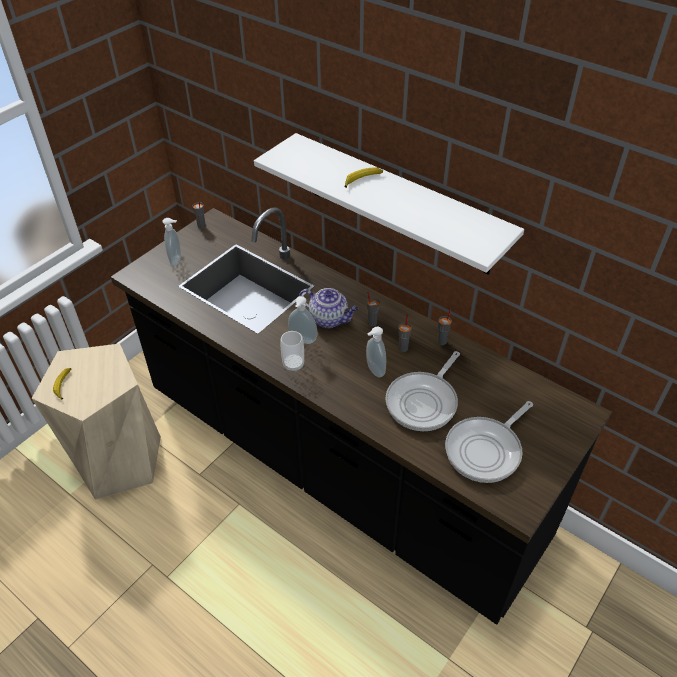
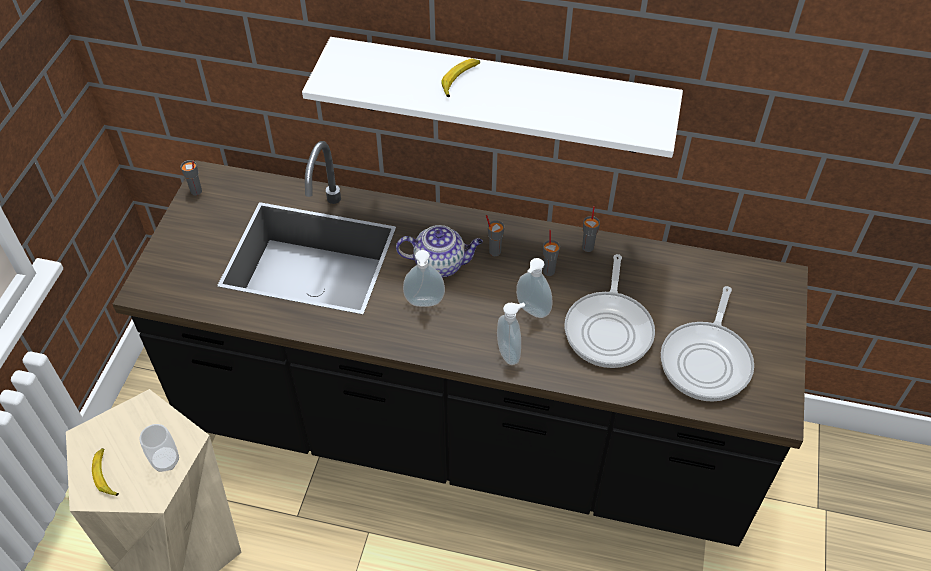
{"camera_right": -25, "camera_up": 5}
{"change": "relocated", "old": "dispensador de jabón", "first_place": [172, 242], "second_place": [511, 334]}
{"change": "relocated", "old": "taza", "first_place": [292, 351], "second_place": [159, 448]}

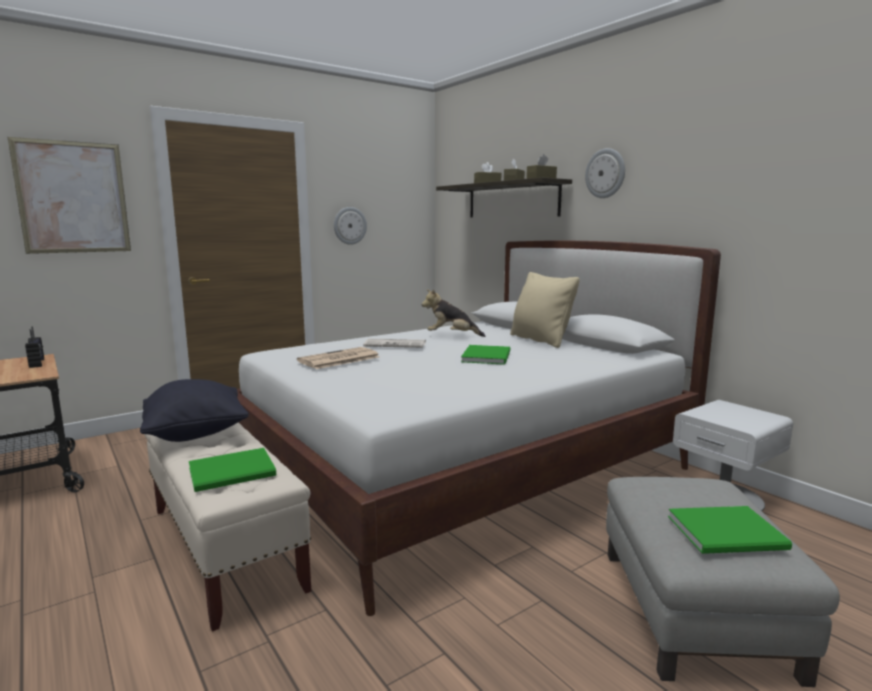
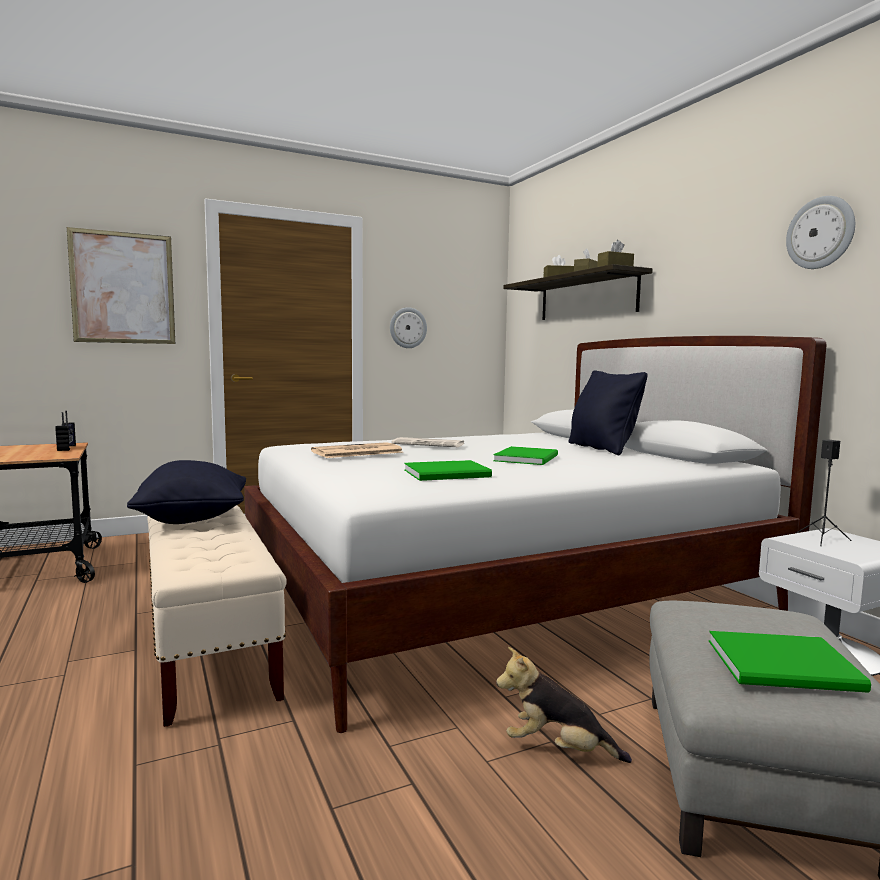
{"camera_right": 10, "camera_up": -5}
{"change": "relocated", "old": "libro (verde)", "first_place": [232, 470], "second_place": [448, 470]}
{"change": "relocated", "old": "peluche", "first_place": [453, 313], "second_place": [564, 705]}
{"change": "colour", "old": "cojín (beis)", "new": "cojín (negro)", "first_place": [545, 310], "second_place": [608, 412]}
{"change": "relocated", "old": "reloj de pared", "first_place": [605, 173], "second_place": [820, 232]}
{"change": "appeared", "new": "altavoz (negro)", "second_place": [824, 493]}

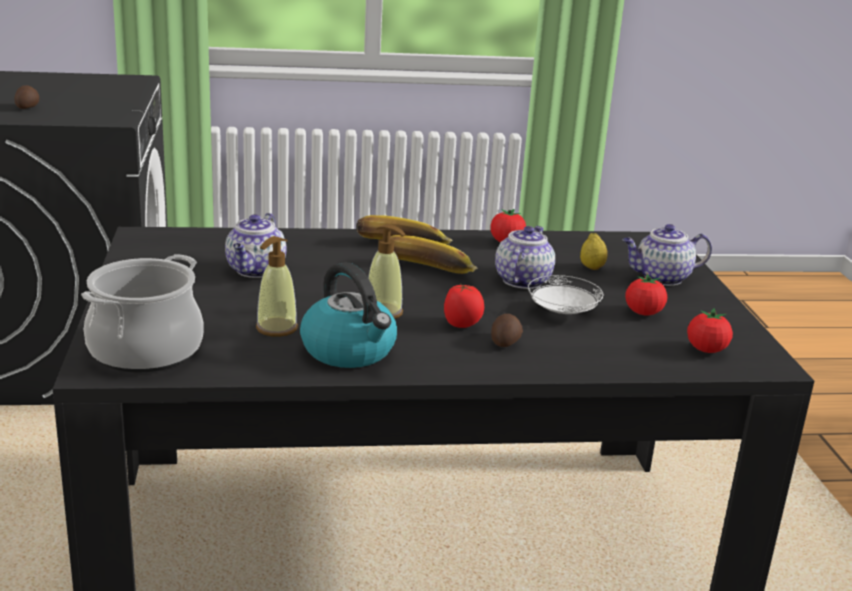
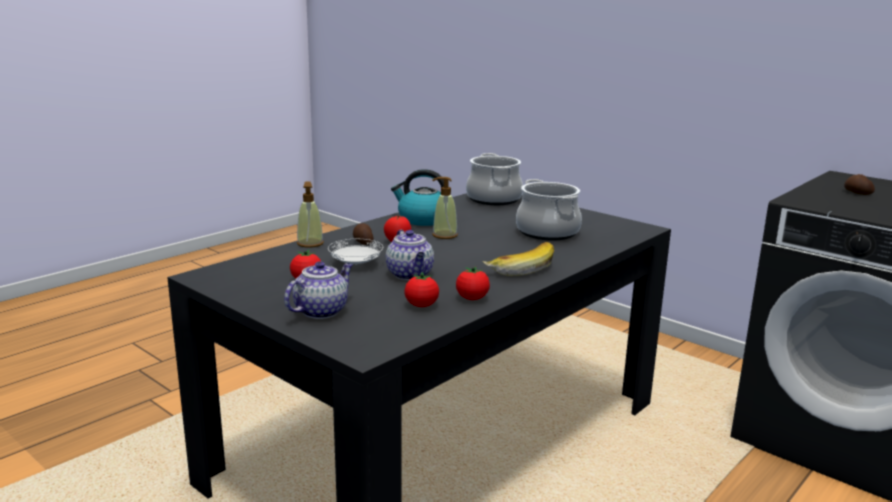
{"camera_right": 140, "camera_up": -5}
{"change": "exchanged", "old": "tetera", "new": "olla", "first_place": [256, 245], "second_place": [549, 210]}
{"change": "relocated", "old": "dispensador de jabón", "first_place": [277, 286], "second_place": [310, 214]}
{"change": "missing", "old": "plátano", "first_place": [434, 254]}
{"change": "missing", "old": "limón", "first_place": [594, 251]}
{"change": "relocated", "old": "tomate", "first_place": [710, 330], "second_place": [421, 289]}

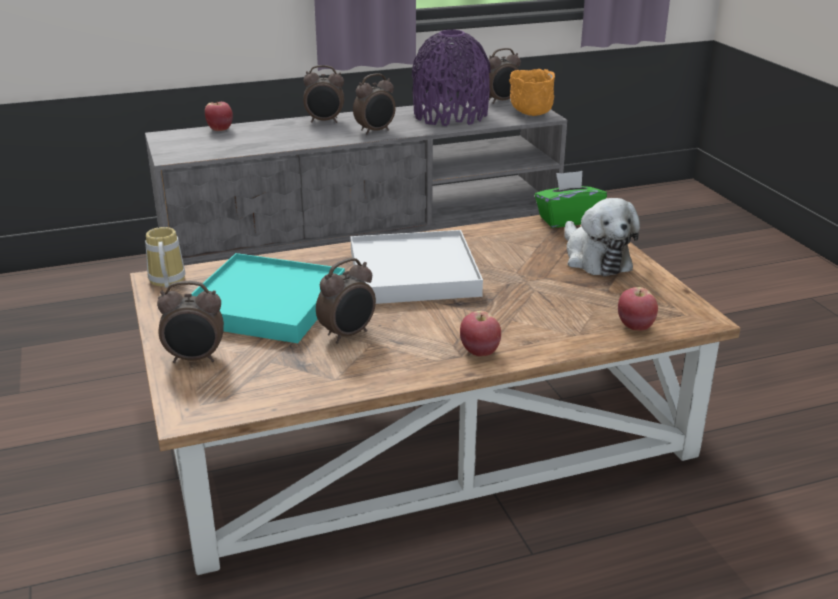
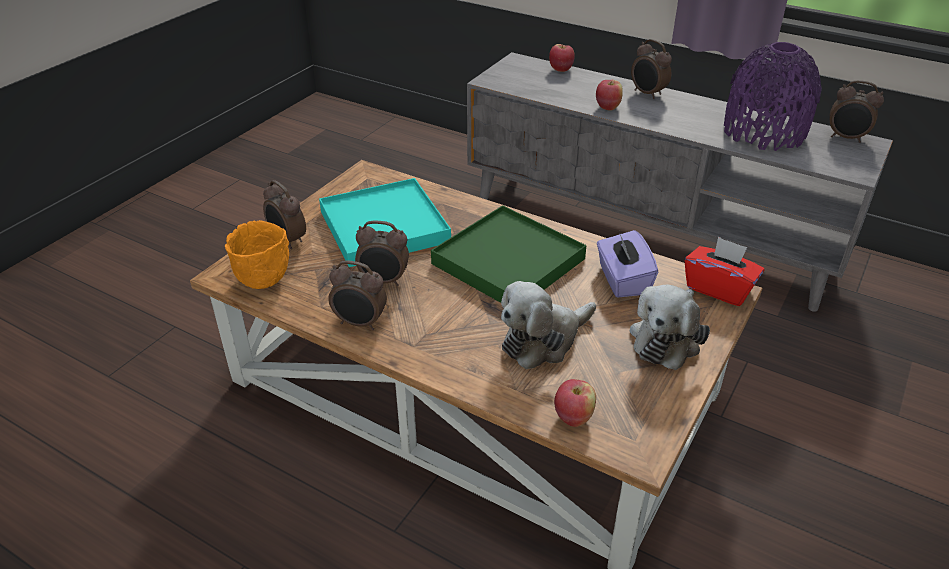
{"camera_right": 50, "camera_up": 10}
{"change": "missing", "old": "taza grande", "first_place": [165, 257]}
{"change": "colour", "old": "bandeja (blanco)", "new": "bandeja (verde)", "first_place": [416, 267], "second_place": [509, 254]}
{"change": "relocated", "old": "despertador", "first_place": [374, 104], "second_place": [357, 295]}
{"change": "relocated", "old": "manzana", "first_place": [480, 334], "second_place": [609, 95]}
{"change": "relocated", "old": "cuenco (naranja)", "first_place": [532, 92], "second_place": [257, 254]}
{"change": "colour", "old": "caja de pañuelos (verde)", "new": "caja de pañuelos (rojo)", "first_place": [571, 199], "second_place": [724, 271]}
{"change": "appeared", "new": "peluche", "second_place": [548, 325]}
{"change": "appeared", "new": "caja de pañuelos (morado)", "second_place": [627, 264]}

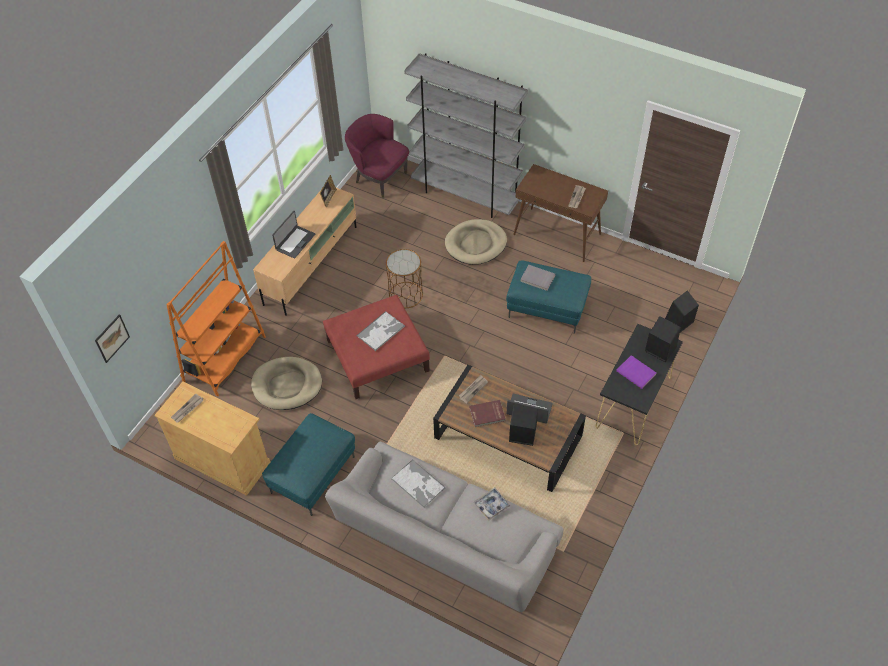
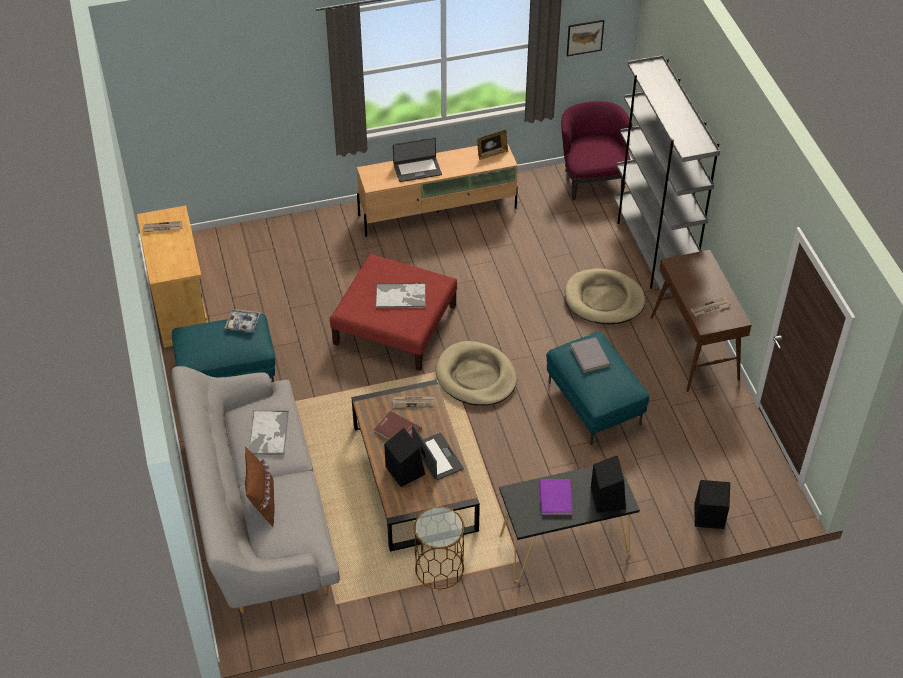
{"camera_right": 45, "camera_up": -5}
{"change": "relocated", "old": "cuadro", "first_place": [112, 339], "second_place": [585, 38]}
{"change": "missing", "old": "estantería (naranja)", "first_place": [216, 319]}
{"change": "relocated", "old": "cama para perro (beis)", "first_place": [286, 383], "second_place": [476, 373]}
{"change": "relocated", "old": "mesa auxiliar (marrón)", "first_place": [404, 278], "second_place": [439, 548]}
{"change": "relocated", "old": "bandeja", "first_place": [492, 504], "second_place": [243, 321]}
{"change": "appeared", "new": "cojín (marrón)", "second_place": [259, 487]}

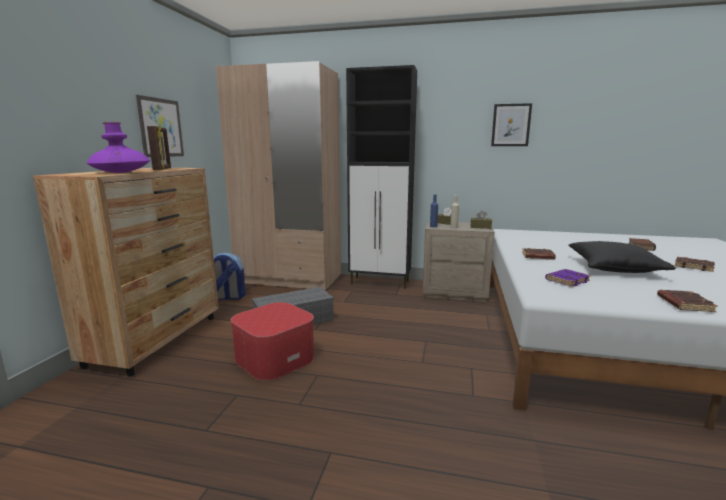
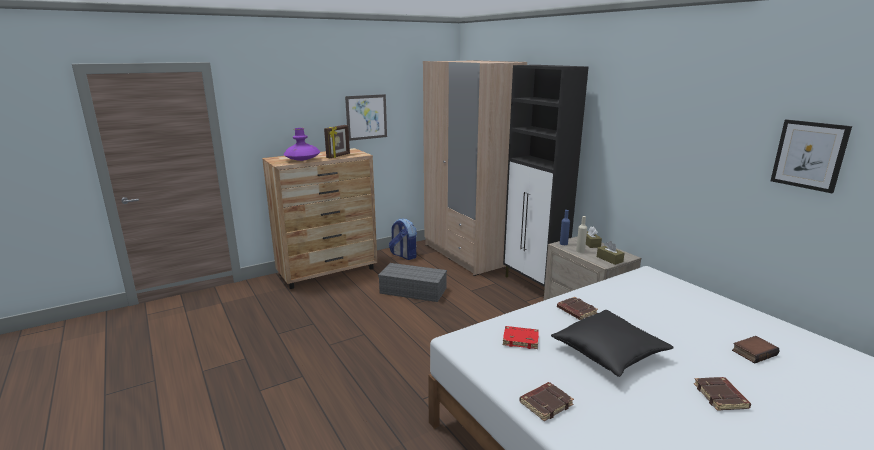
{"camera_right": 45, "camera_up": 5}
{"change": "missing", "old": "puf", "first_place": [272, 341]}
{"change": "relocated", "old": "cuadro", "first_place": [511, 124], "second_place": [811, 156]}
{"change": "colour", "old": "libro (morado)", "new": "libro (rojo)", "first_place": [568, 278], "second_place": [521, 337]}

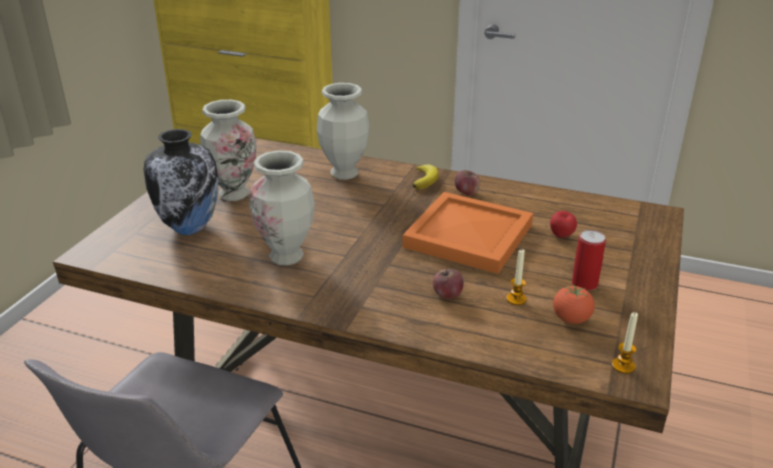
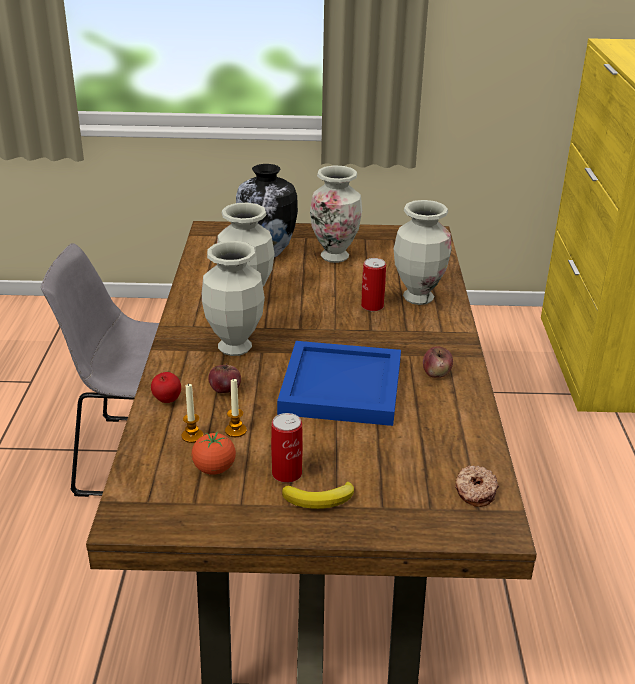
{"camera_right": 70, "camera_up": 0}
{"change": "colour", "old": "bandeja (naranja)", "new": "bandeja (azul)", "first_place": [467, 233], "second_place": [339, 383]}
{"change": "relocated", "old": "plátano", "first_place": [426, 177], "second_place": [318, 495]}
{"change": "relocated", "old": "manzana", "first_place": [563, 224], "second_place": [166, 387]}
{"change": "relocated", "old": "vela", "first_place": [625, 343], "second_place": [192, 413]}
{"change": "appeared", "new": "florero", "second_place": [233, 298]}
{"change": "appeared", "new": "lata", "second_place": [373, 284]}
{"change": "appeared", "new": "rosquilla", "second_place": [477, 486]}

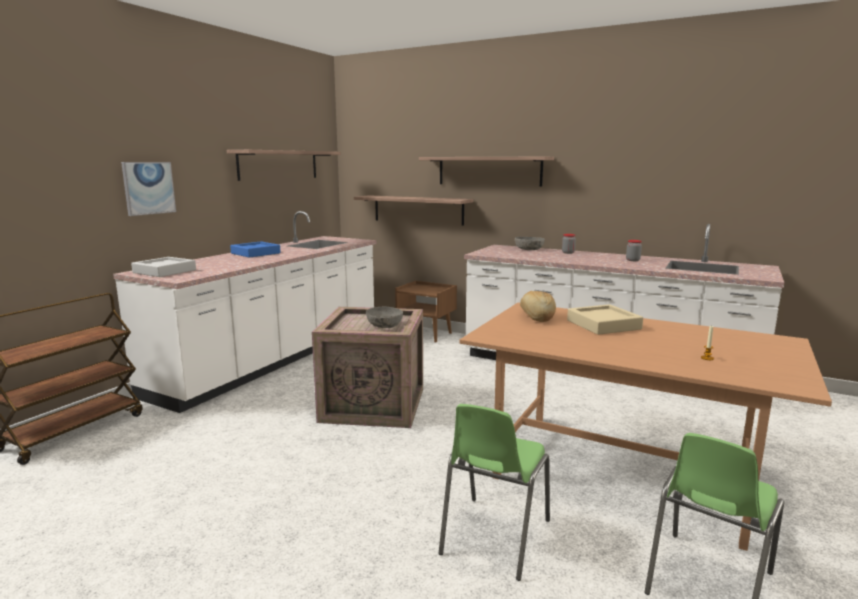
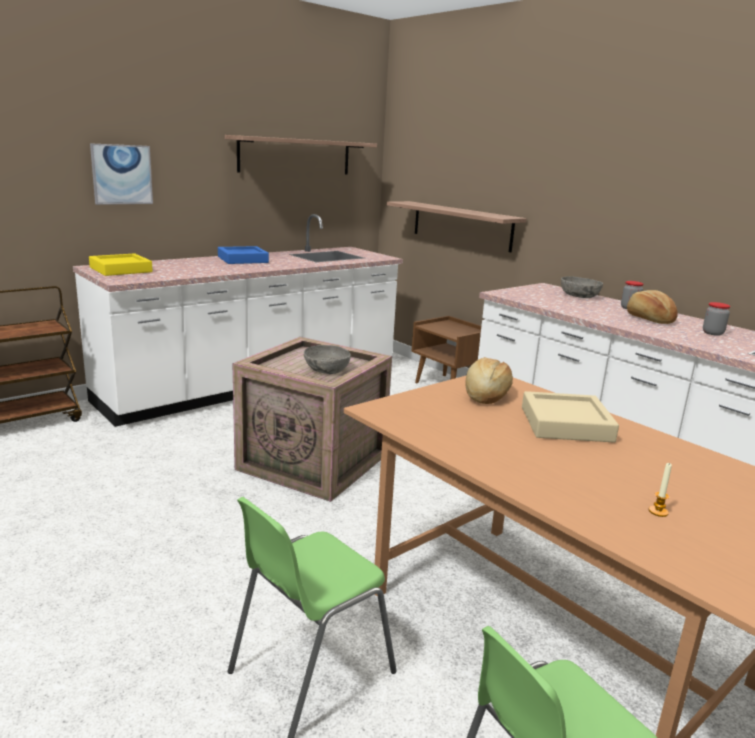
{"camera_right": 20, "camera_up": 5}
{"change": "colour", "old": "bandeja (gris)", "new": "bandeja (amarillo)", "first_place": [163, 267], "second_place": [121, 264]}
{"change": "missing", "old": "estante", "first_place": [486, 171]}
{"change": "appeared", "new": "pan", "second_place": [652, 307]}

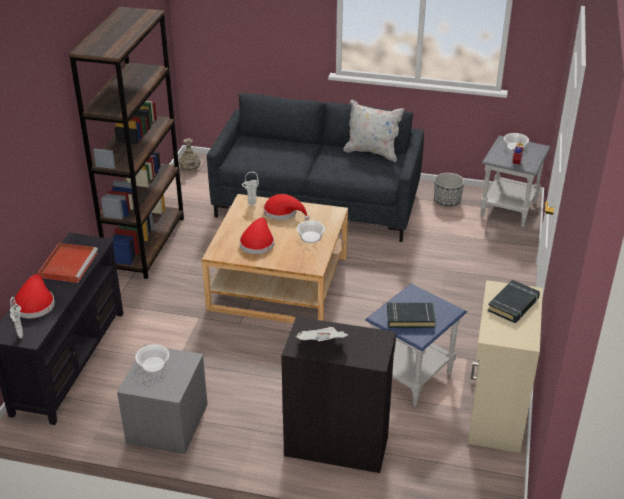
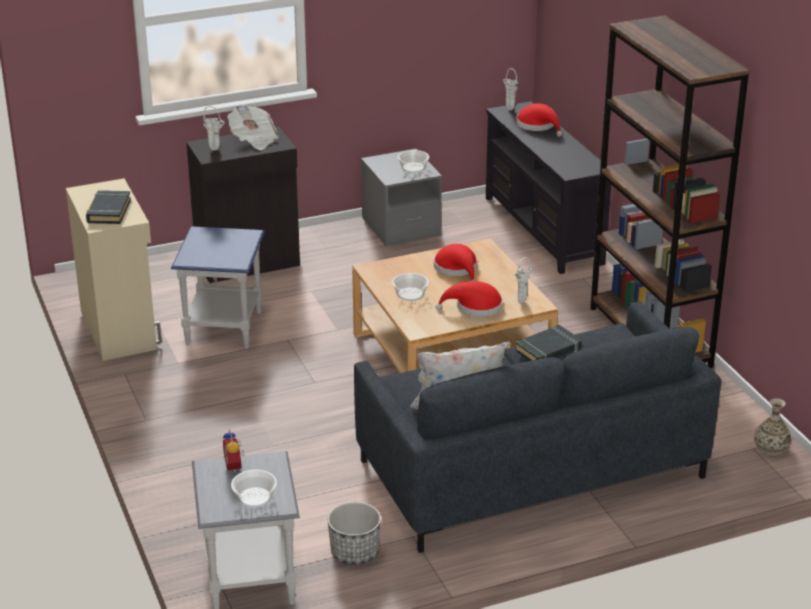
{"camera_right": 145, "camera_up": -5}
{"change": "missing", "old": "bandeja (rojo)", "first_place": [68, 263]}
{"change": "relocated", "old": "libro (negro)", "first_place": [411, 315], "second_place": [548, 343]}
{"change": "appeared", "new": "florero (blanco)", "second_place": [214, 128]}

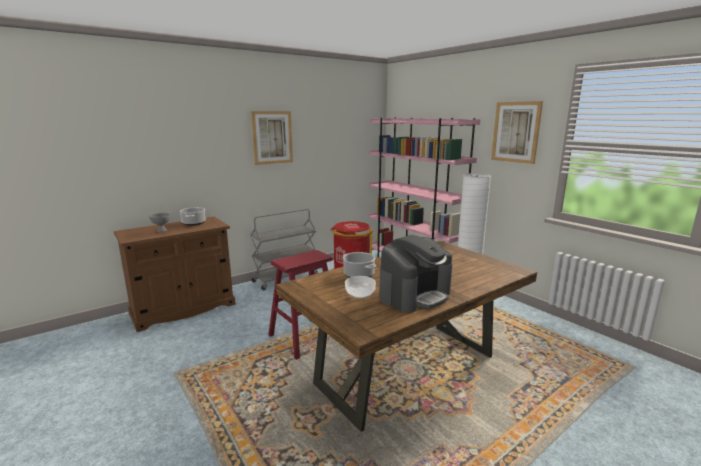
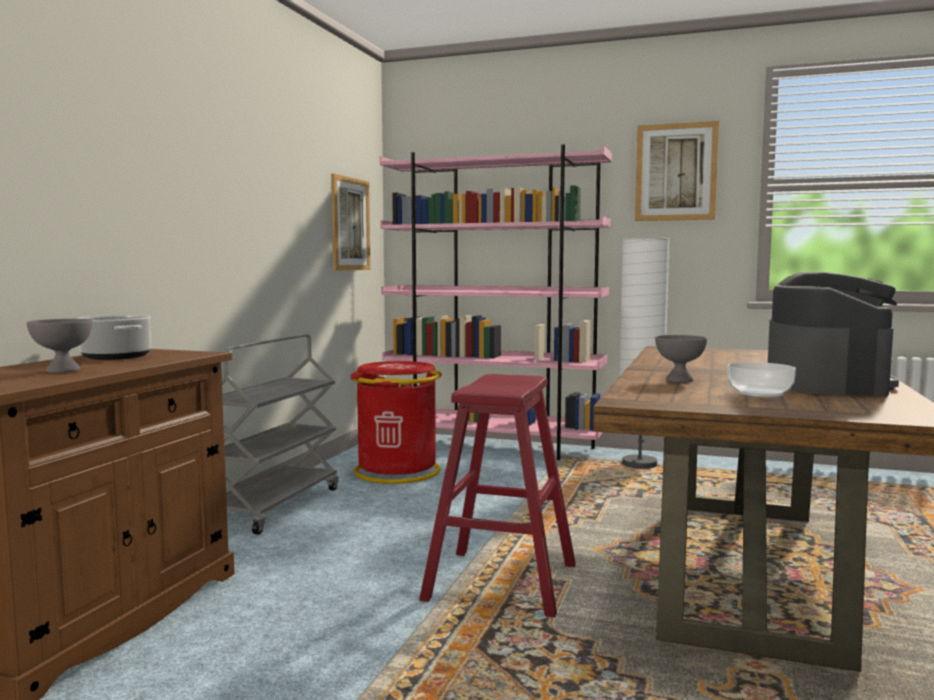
{"camera_right": -35, "camera_up": -10}
{"change": "relocated", "old": "cuadro", "first_place": [272, 138], "second_place": [351, 222]}
{"change": "exchanged", "old": "olla", "new": "cuenco (gris)", "first_place": [359, 265], "second_place": [681, 359]}

